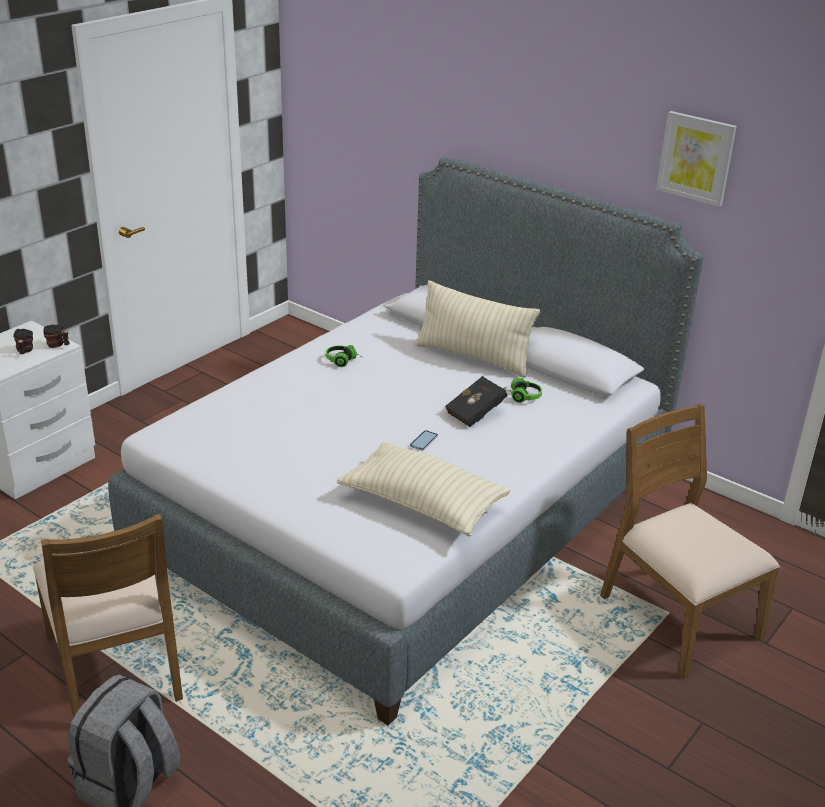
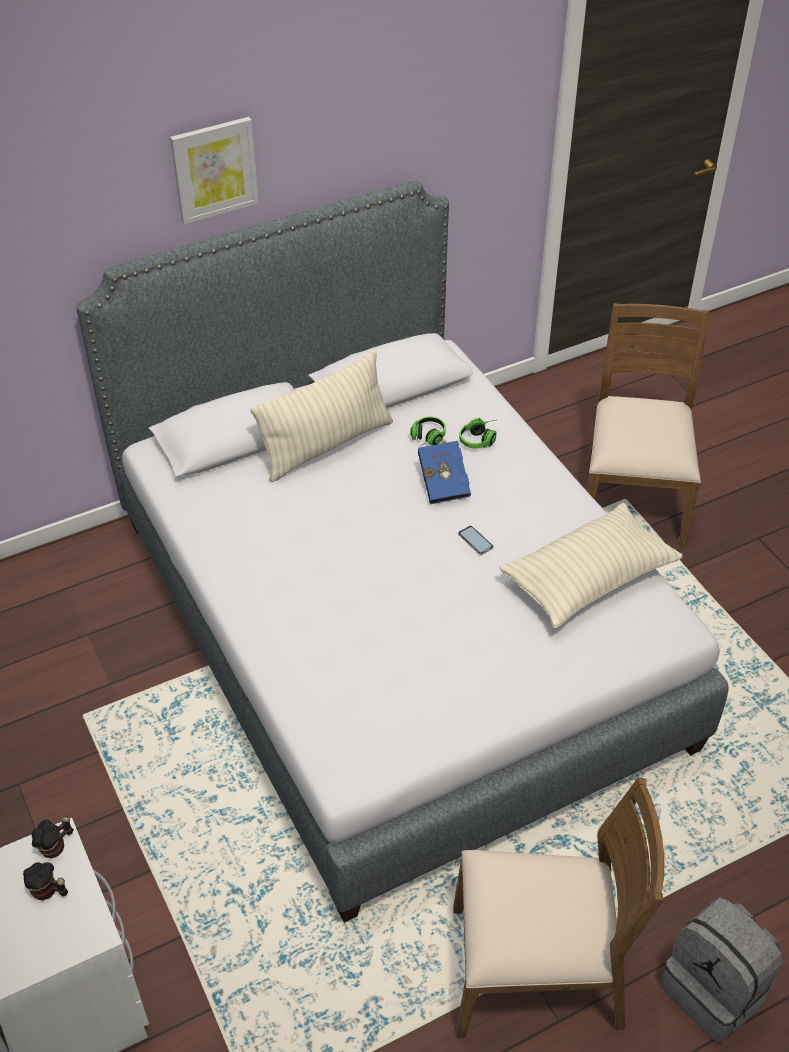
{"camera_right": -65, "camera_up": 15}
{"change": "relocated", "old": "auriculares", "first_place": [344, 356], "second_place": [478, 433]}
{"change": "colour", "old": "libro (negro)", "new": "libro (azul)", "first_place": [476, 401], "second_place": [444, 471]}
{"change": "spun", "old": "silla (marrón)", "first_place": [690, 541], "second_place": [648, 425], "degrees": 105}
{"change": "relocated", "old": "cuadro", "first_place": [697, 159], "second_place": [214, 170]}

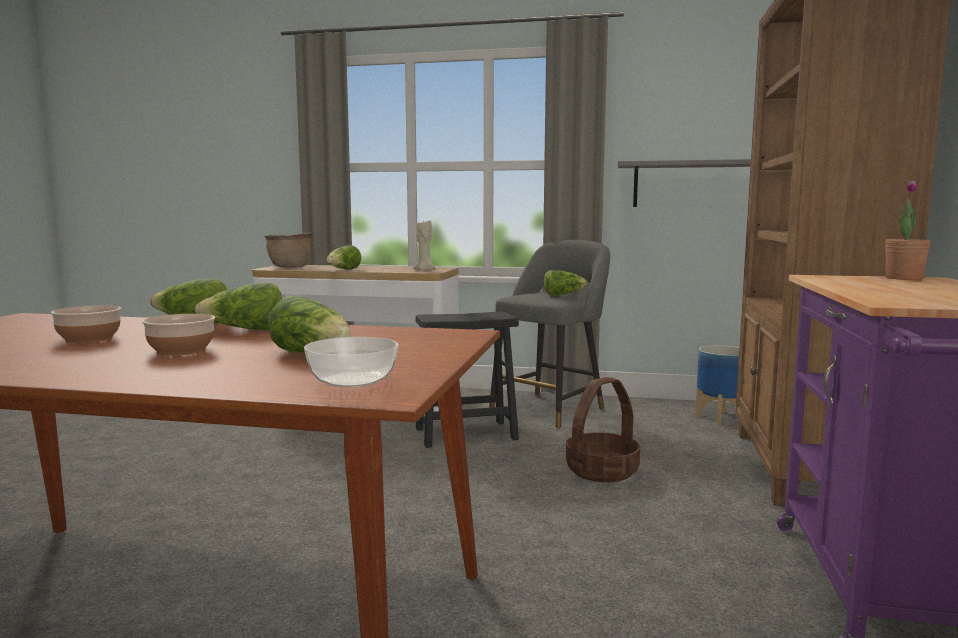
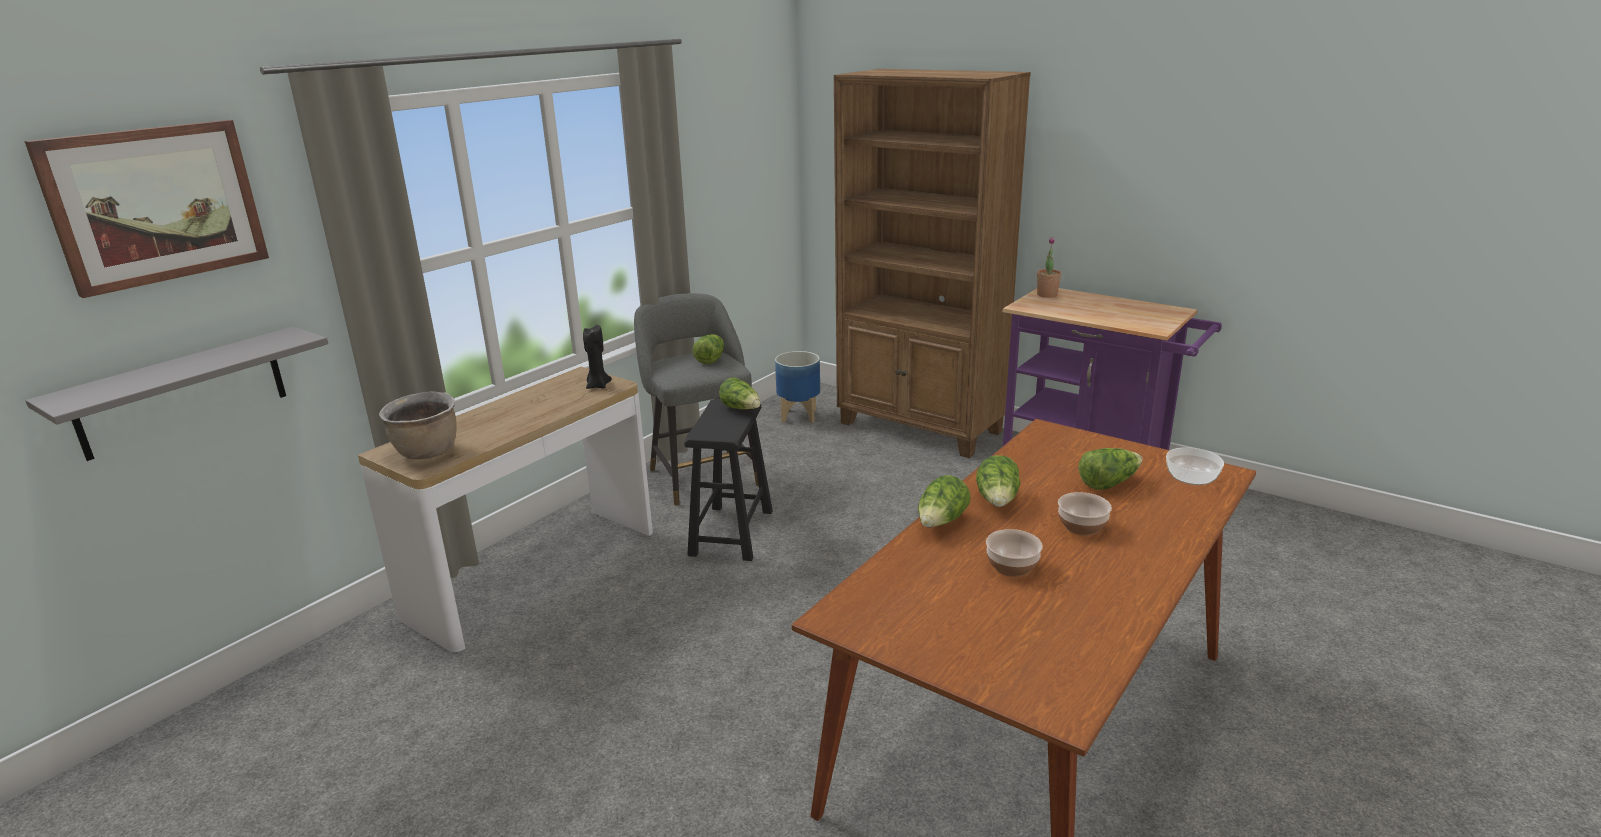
{"camera_right": -65, "camera_up": 15}
{"change": "relocated", "old": "lechuga", "first_place": [344, 257], "second_place": [739, 393]}
{"change": "colour", "old": "vela (beis)", "new": "vela (negro)", "first_place": [424, 246], "second_place": [597, 357]}
{"change": "missing", "old": "cesta", "first_place": [603, 429]}
{"change": "relocated", "old": "estante (gris)", "first_place": [684, 183], "second_place": [176, 394]}
{"change": "appeared", "new": "cuadro", "second_place": [146, 209]}

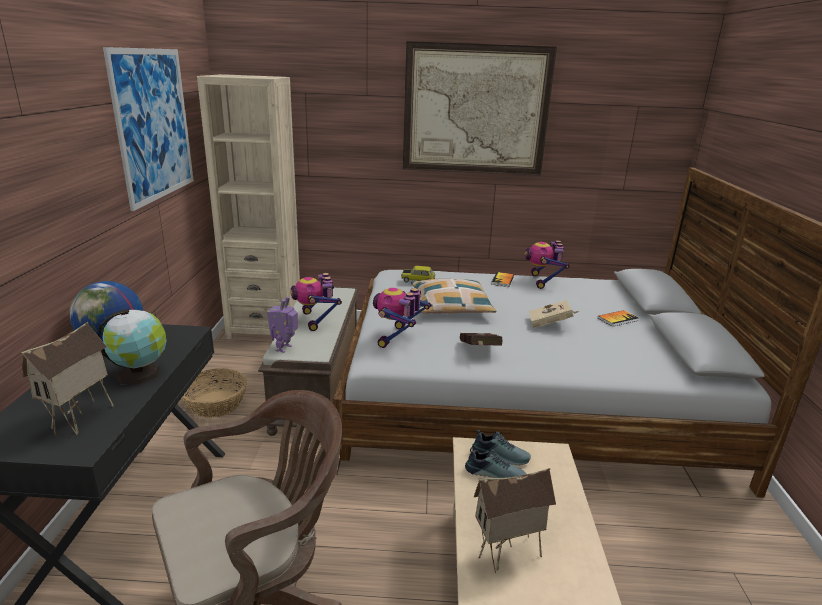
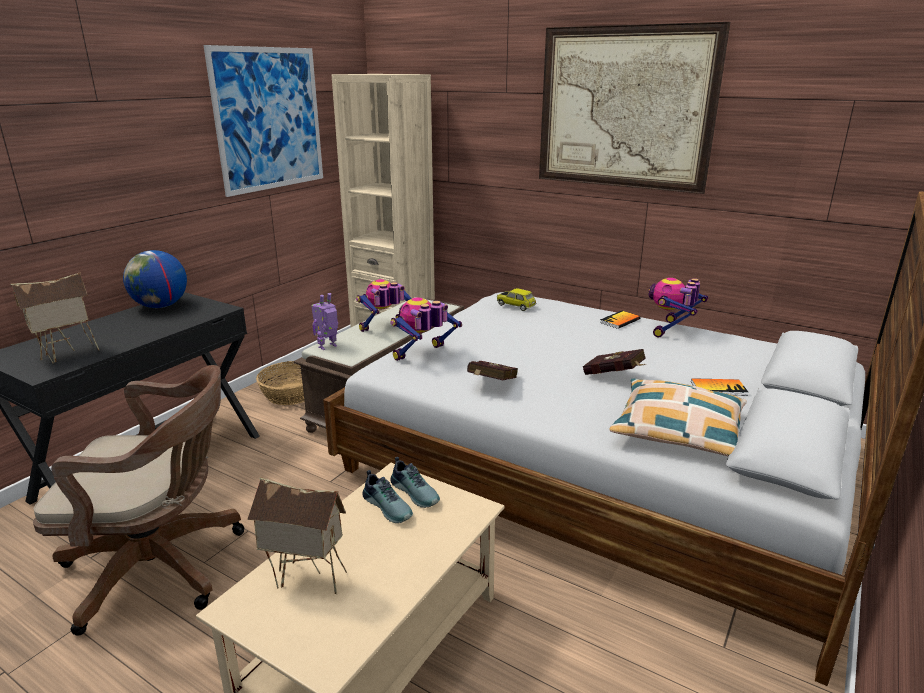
{"camera_right": 30, "camera_up": 0}
{"change": "missing", "old": "globo terráqueo", "first_place": [132, 347]}
{"change": "spun", "old": "robot de juguete", "first_place": [316, 302], "second_place": [384, 305], "degrees": 45}
{"change": "relocated", "old": "cojín", "first_place": [453, 296], "second_place": [678, 417]}
{"change": "colour", "old": "libro (beis)", "new": "libro (rojo)", "first_place": [554, 314], "second_place": [614, 362]}

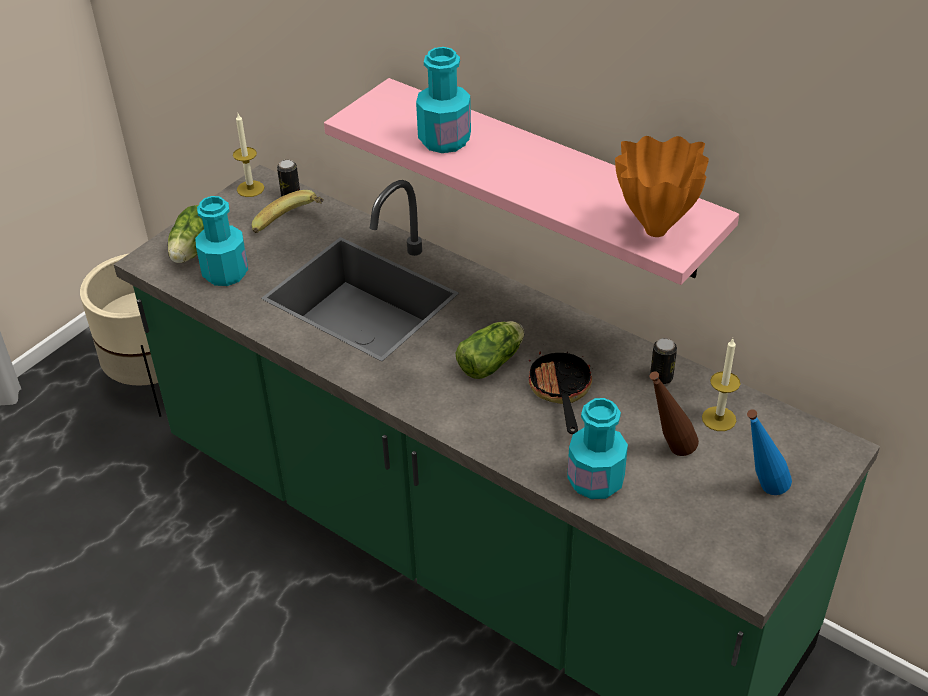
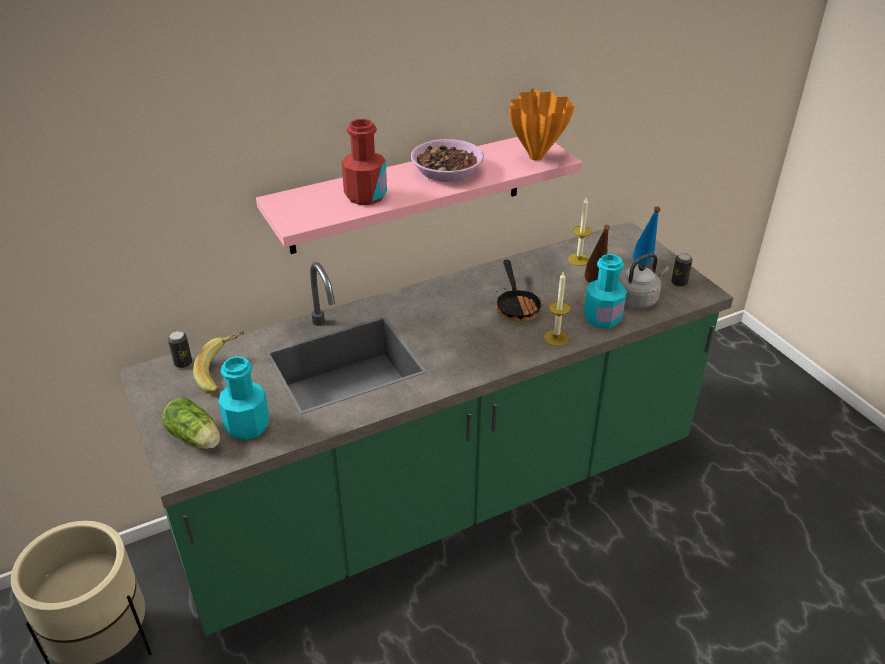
{"camera_right": -65, "camera_up": -5}
{"change": "relocated", "old": "vela", "first_place": [248, 155], "second_place": [557, 308]}
{"change": "colour", "old": "botella (turquesa)", "new": "botella (rojo)", "first_place": [443, 100], "second_place": [364, 162]}
{"change": "missing", "old": "lechuga", "first_place": [490, 350]}
{"change": "spun", "old": "sartén", "first_place": [561, 392], "second_place": [519, 291], "degrees": -120}
{"change": "relocated", "old": "lata", "first_place": [663, 361], "second_place": [681, 270]}
{"change": "appeared", "new": "cuenco", "second_place": [447, 160]}
{"change": "appeared", "new": "hervidor (gris)", "second_place": [644, 280]}

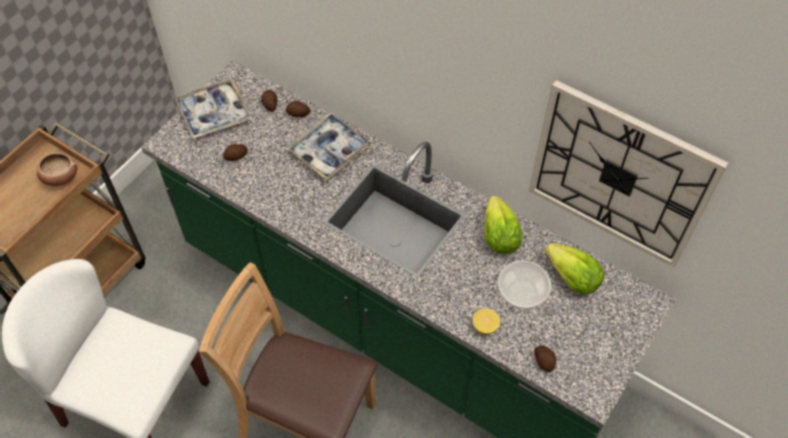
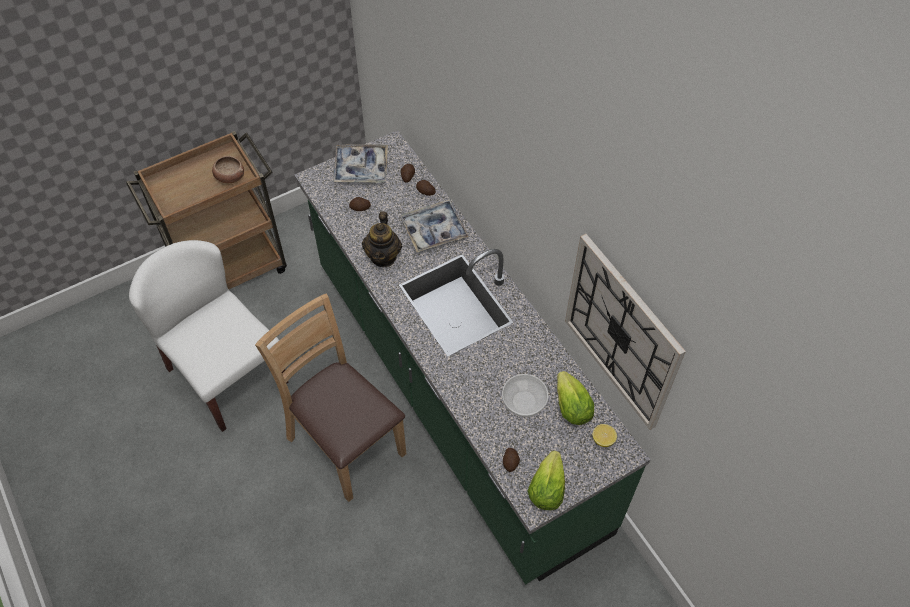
{"camera_right": 25, "camera_up": 0}
{"change": "relocated", "old": "limón", "first_place": [486, 321], "second_place": [605, 435]}
{"change": "relocated", "old": "lechuga", "first_place": [503, 225], "second_place": [546, 480]}
{"change": "appeared", "new": "tetera", "second_place": [382, 239]}

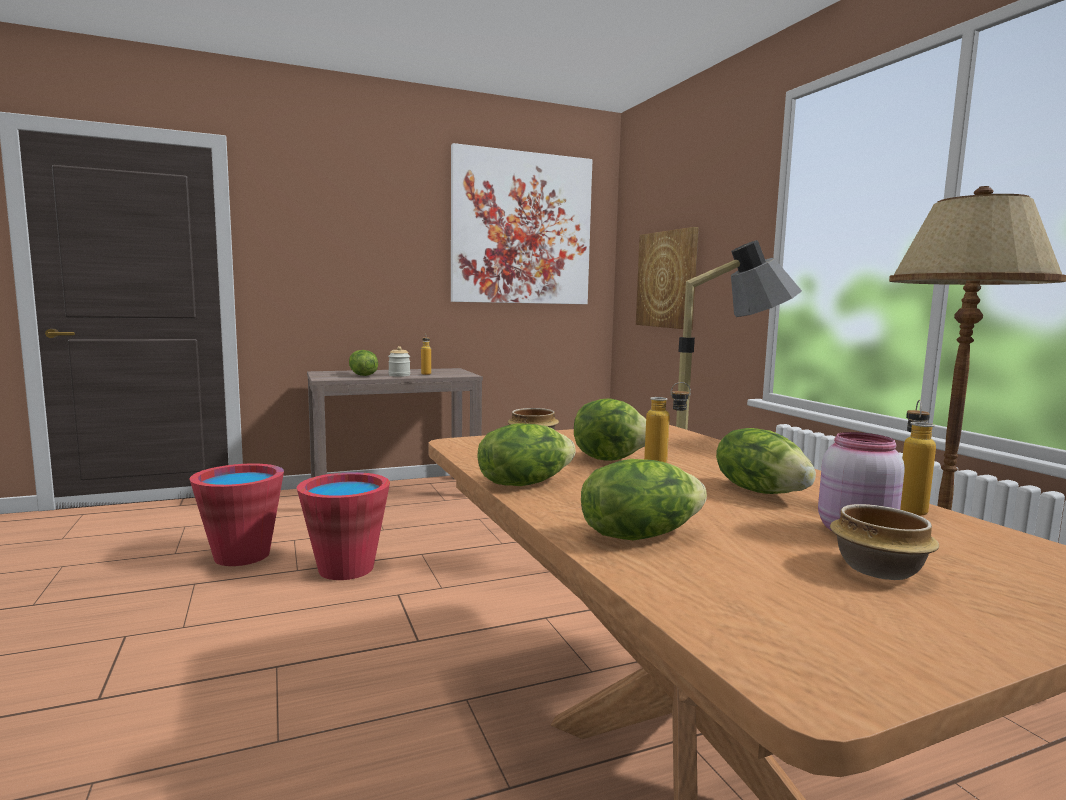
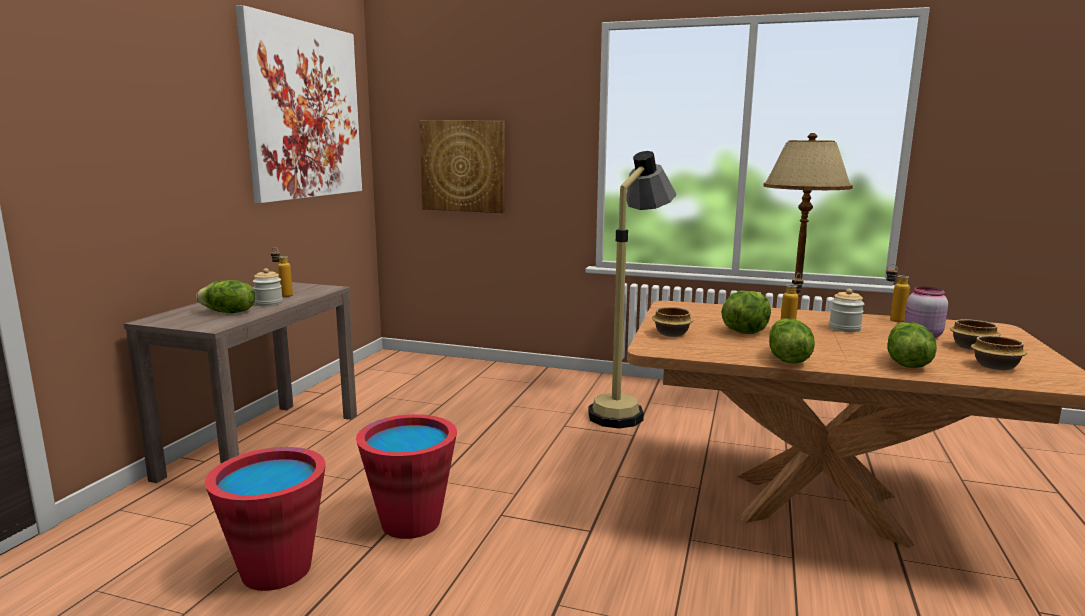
{"camera_right": -50, "camera_up": 5}
{"change": "exchanged", "old": "lechuga", "new": "tarro", "first_place": [766, 461], "second_place": [846, 310]}
{"change": "appeared", "new": "cuenco", "second_place": [999, 353]}

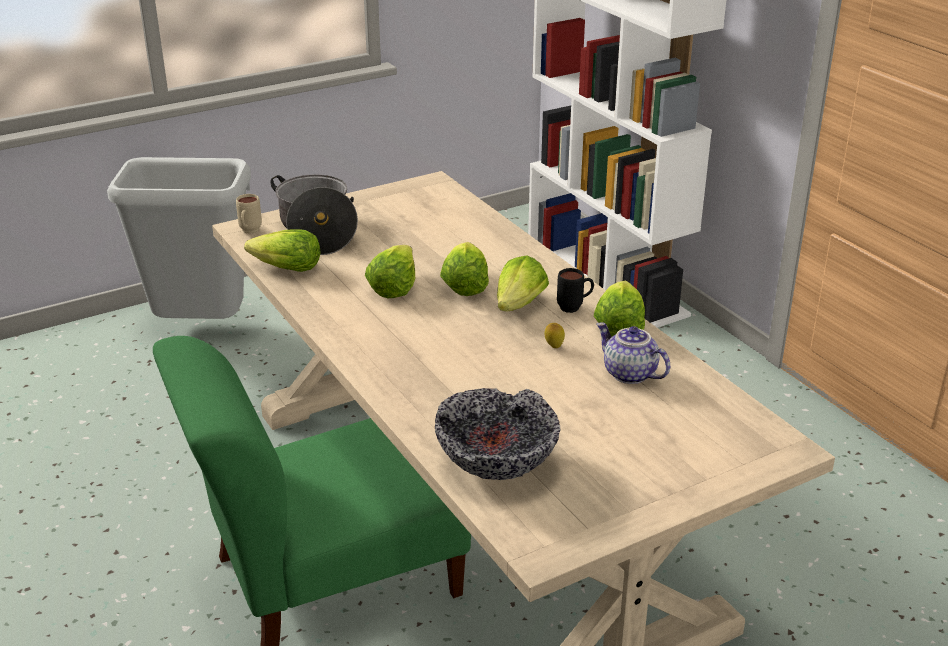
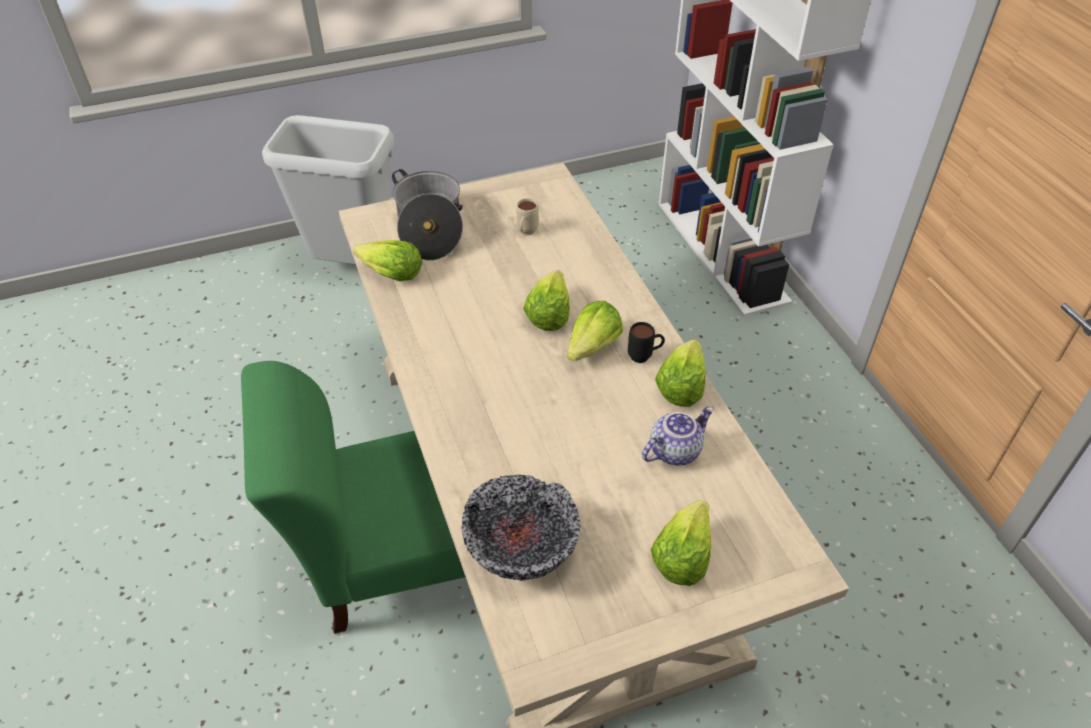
{"camera_right": 10, "camera_up": 15}
{"change": "relocated", "old": "taza grande (beis)", "first_place": [249, 214], "second_place": [527, 217]}
{"change": "relocated", "old": "lechuga", "first_place": [390, 271], "second_place": [681, 543]}
{"change": "missing", "old": "limón", "first_place": [555, 335]}
{"change": "spun", "old": "tetera", "first_place": [633, 353], "second_place": [678, 436], "degrees": 90}

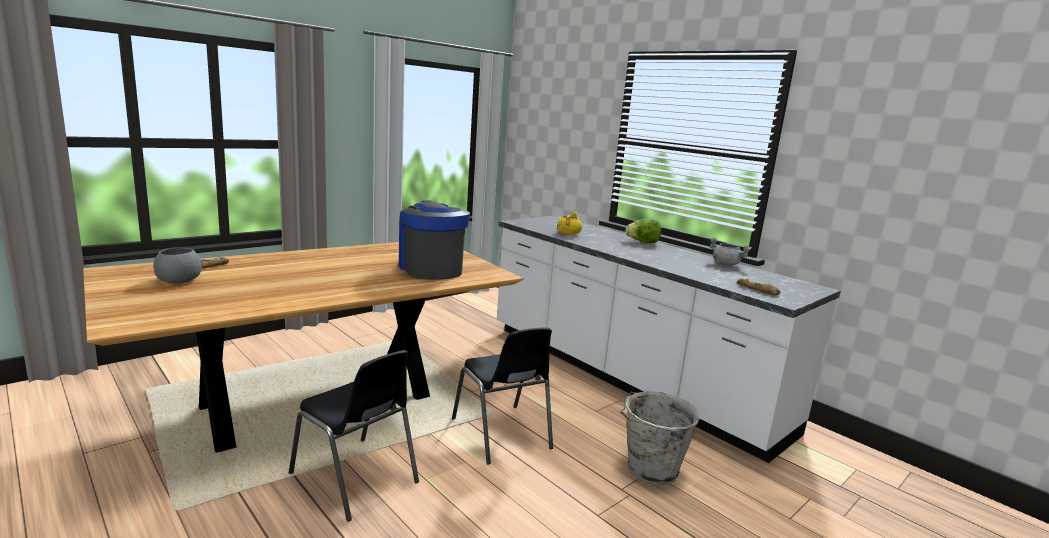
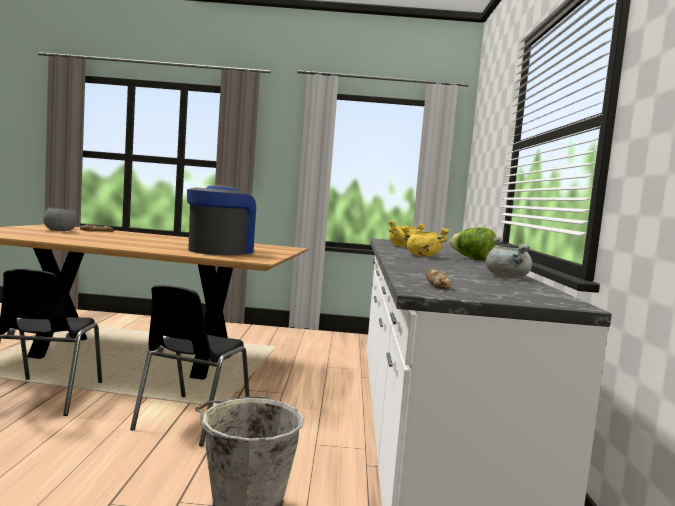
{"camera_right": 45, "camera_up": -10}
{"change": "appeared", "new": "olla (amarillo)", "second_place": [425, 241]}

